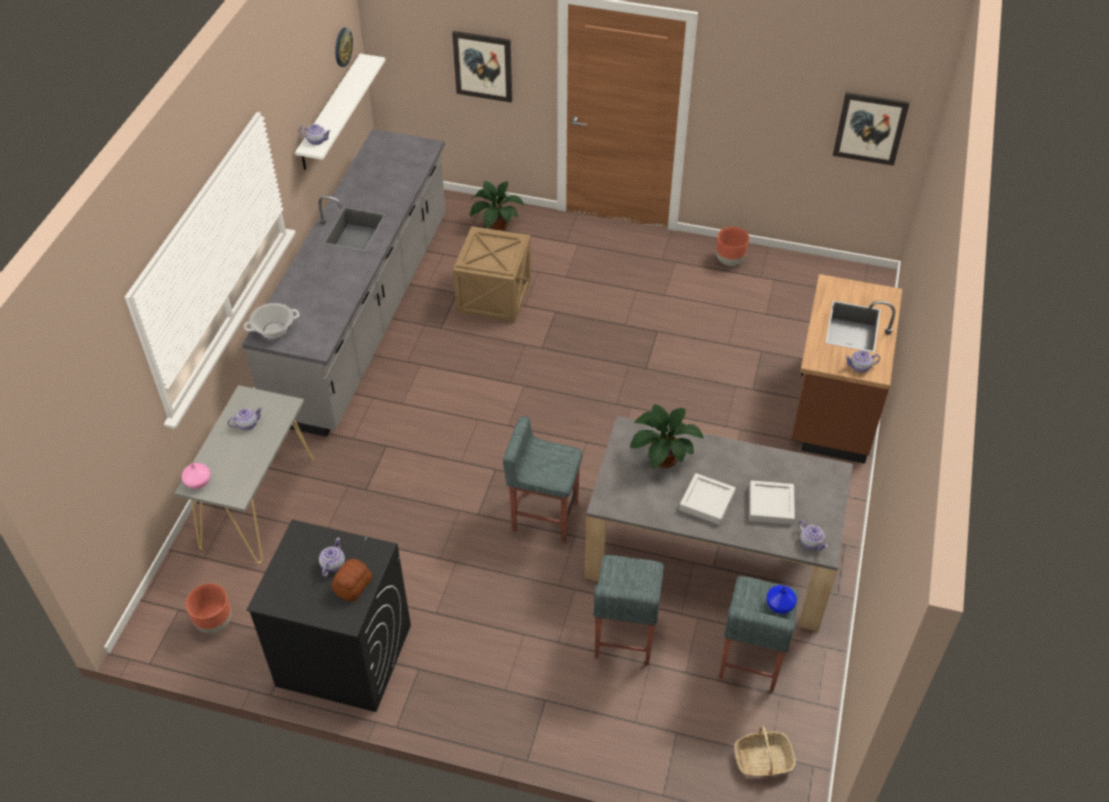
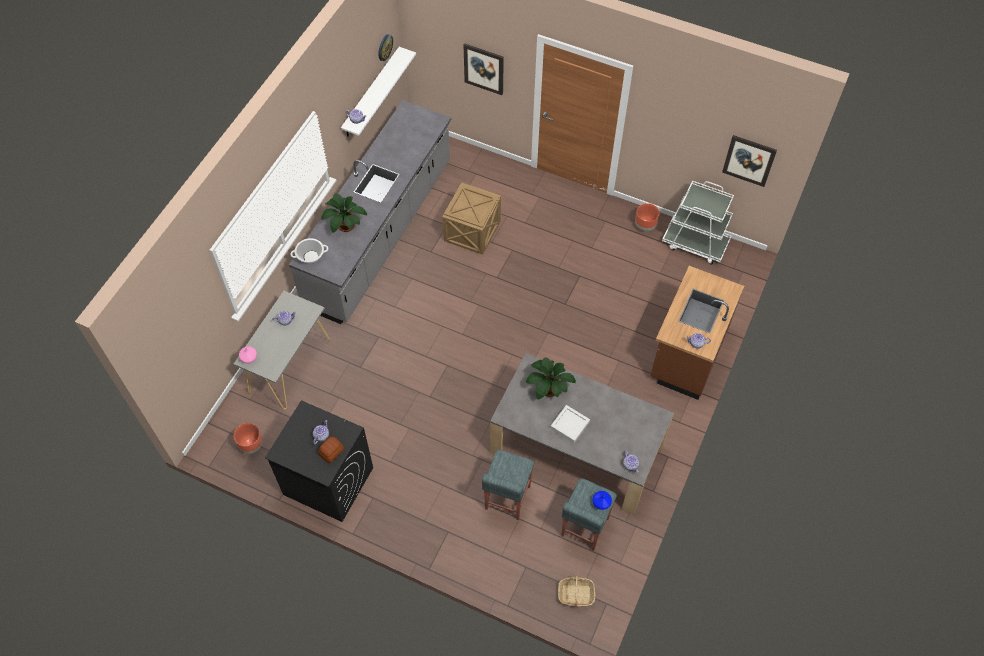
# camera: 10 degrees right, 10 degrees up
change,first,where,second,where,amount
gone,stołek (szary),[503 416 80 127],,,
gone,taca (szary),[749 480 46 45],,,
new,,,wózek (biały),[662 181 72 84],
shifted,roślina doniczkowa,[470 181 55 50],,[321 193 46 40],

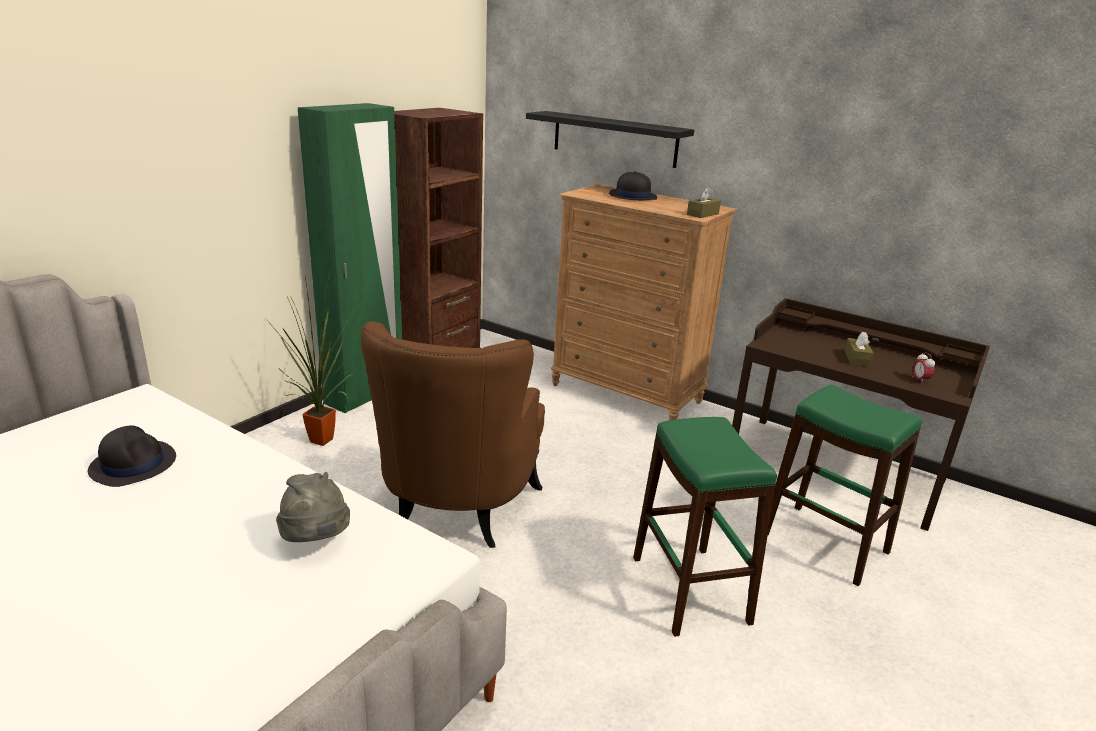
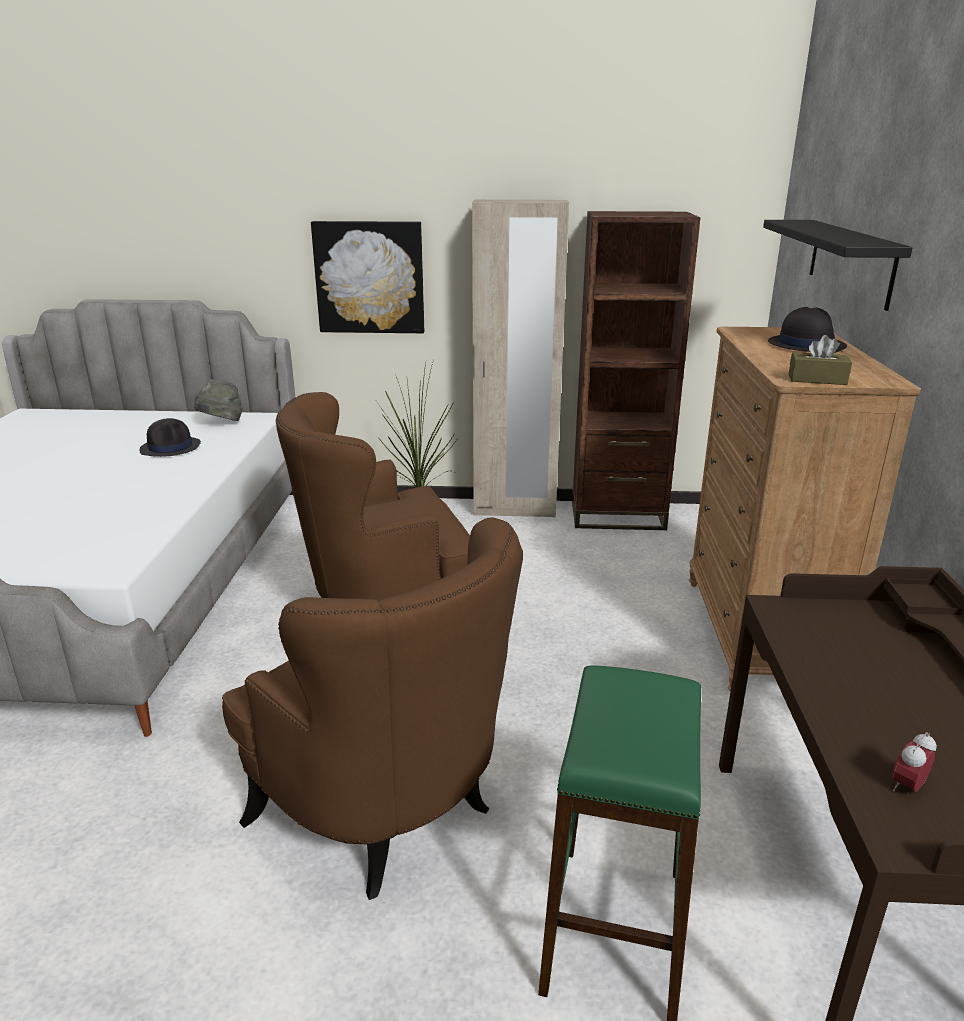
# camera: 60 degrees right, 0 degrees up
change,first,where,second,where,amount
gone,pudełko chusteczek (brązowy),[845 332 29 35],,,
new,,,obraz,[311 221 113 113],
shifted,kapelusz (szary),[276 472 74 70],,[194 379 48 42],
swapped,stołek (zielony),[633 417 144 220],fotel (brązowy),[222 517 301 383],
repainted,szafa (zielony),[298 103 104 310],szafa (beżowy),[472 200 97 318],

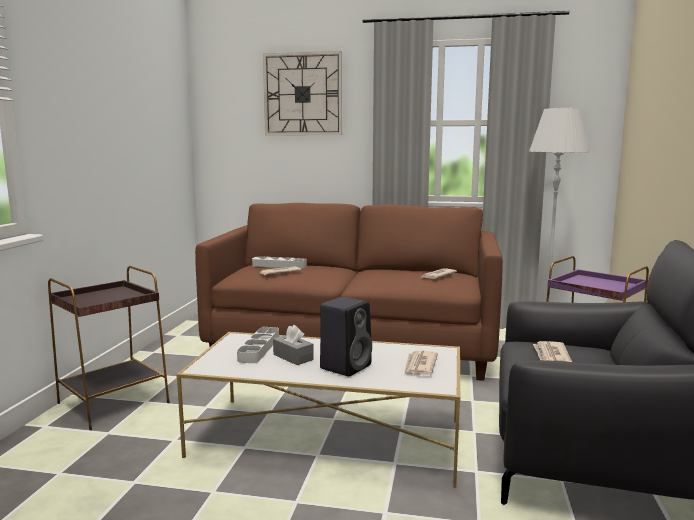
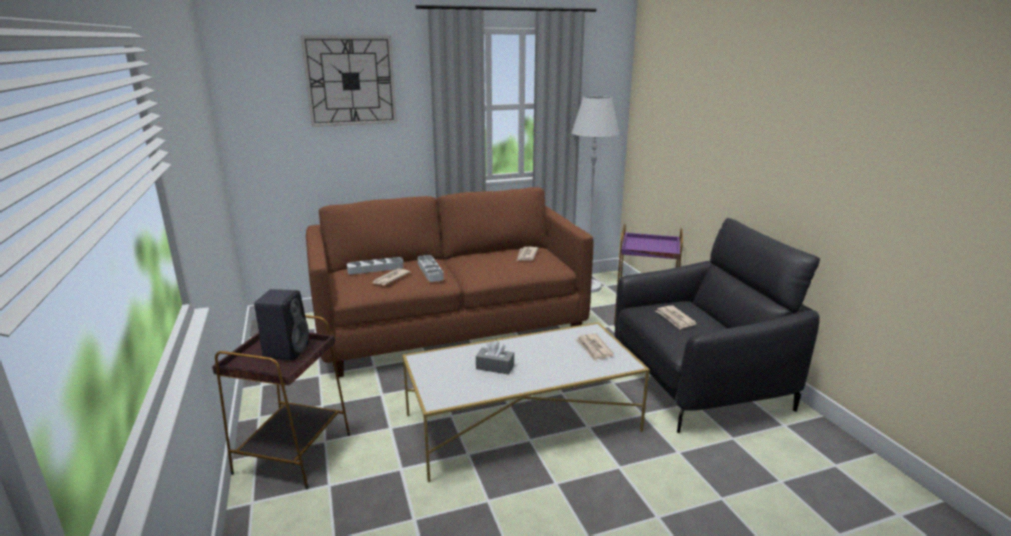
# camera: 30 degrees left, 10 degrees up
change,first,where,second,where,amount
shifted,taca (szary),[237 327 42 36],,[418 255 26 27],
shifted,głośnik (czarny),[320 297 52 80],,[254 289 55 71],

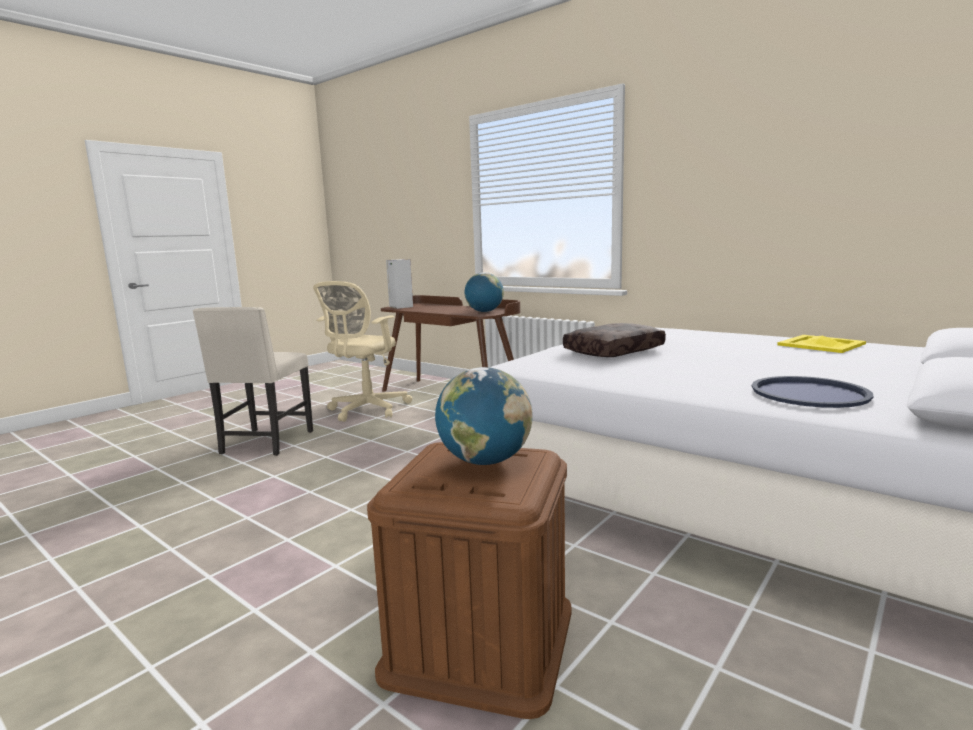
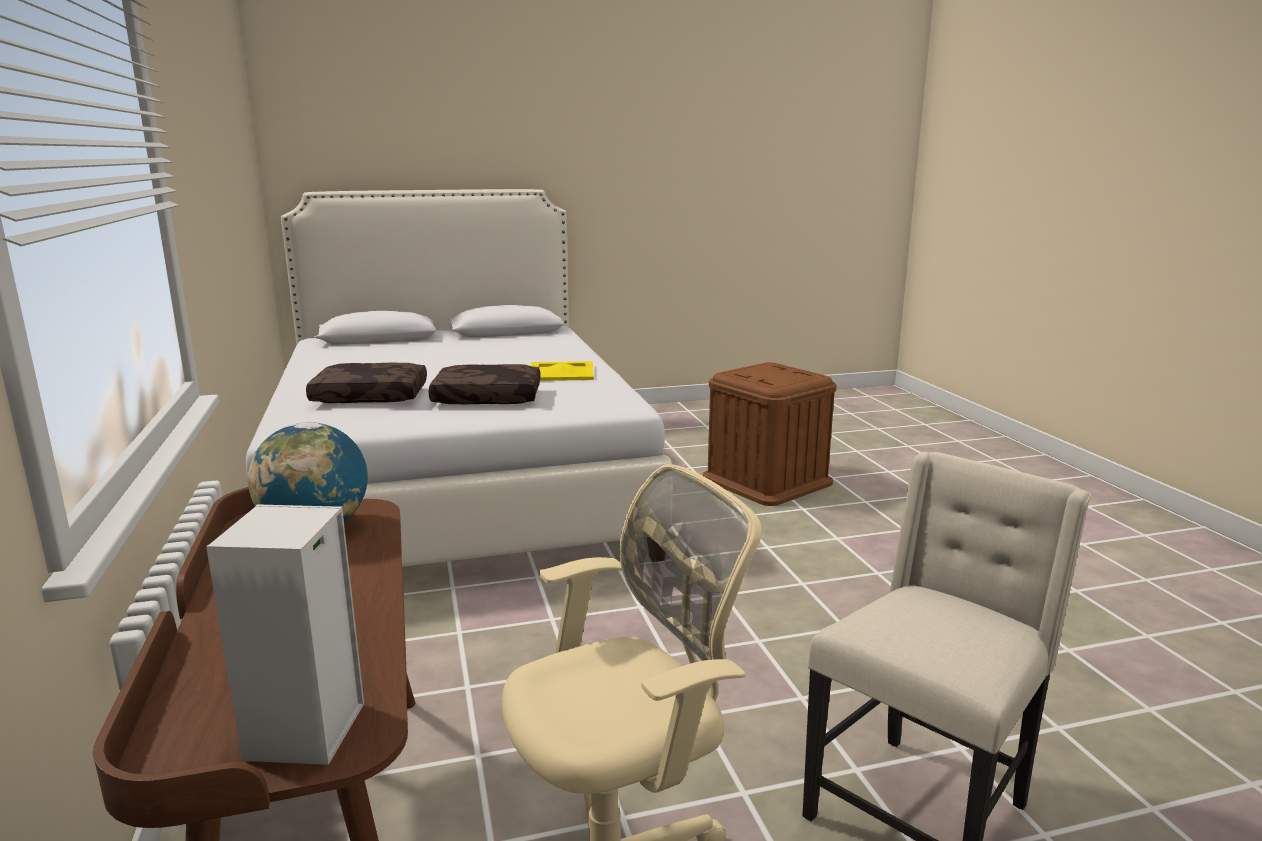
# camera: 145 degrees left, 5 degrees up
change,first,where,second,where,amount
gone,globus,[435 367 98 98],,,
gone,taca (niebieski),[752 376 121 32],,,
new,,,poduszka (brązowy),[306 363 121 40],
shifted,taca (żółty),[777 335 89 18],,[531 361 63 20],

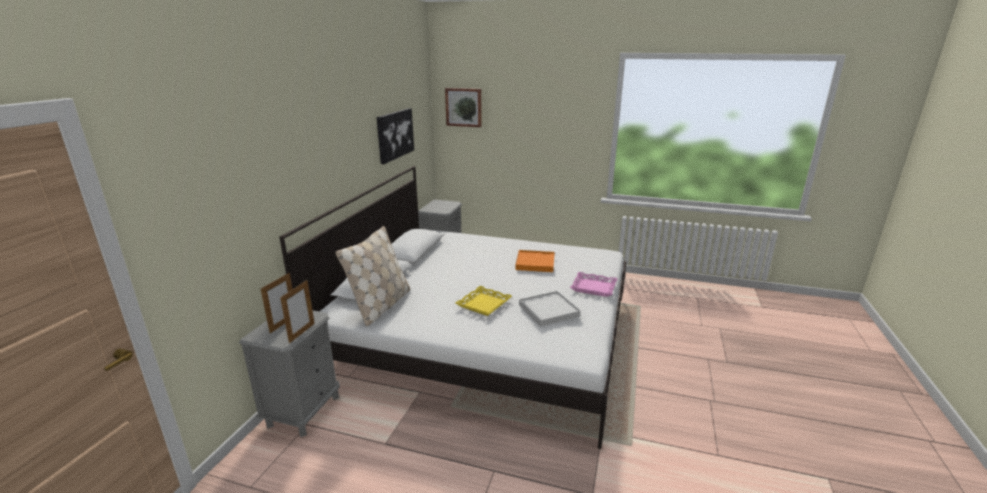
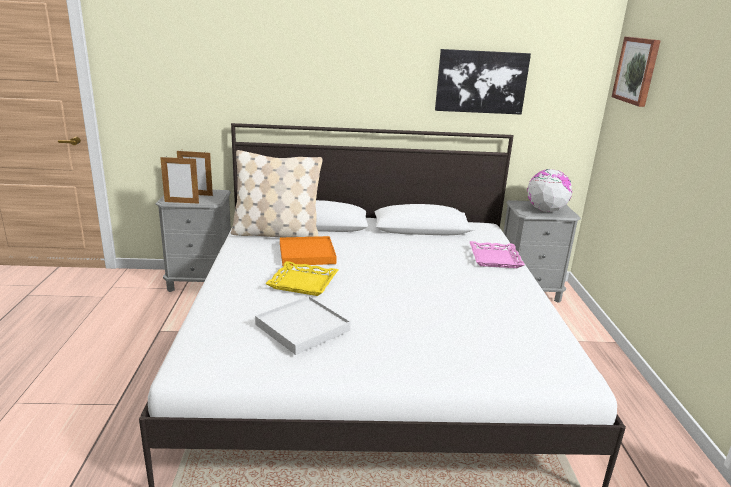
# camera: 70 degrees right, 0 degrees up
change,first,where,second,where,amount
new,,,globus,[527 169 45 43],
shifted,taca (pomarańczowy),[515 250 40 22],,[280 236 57 30],
shifted,taca (różowy),[570 272 48 25],,[470 241 55 27],

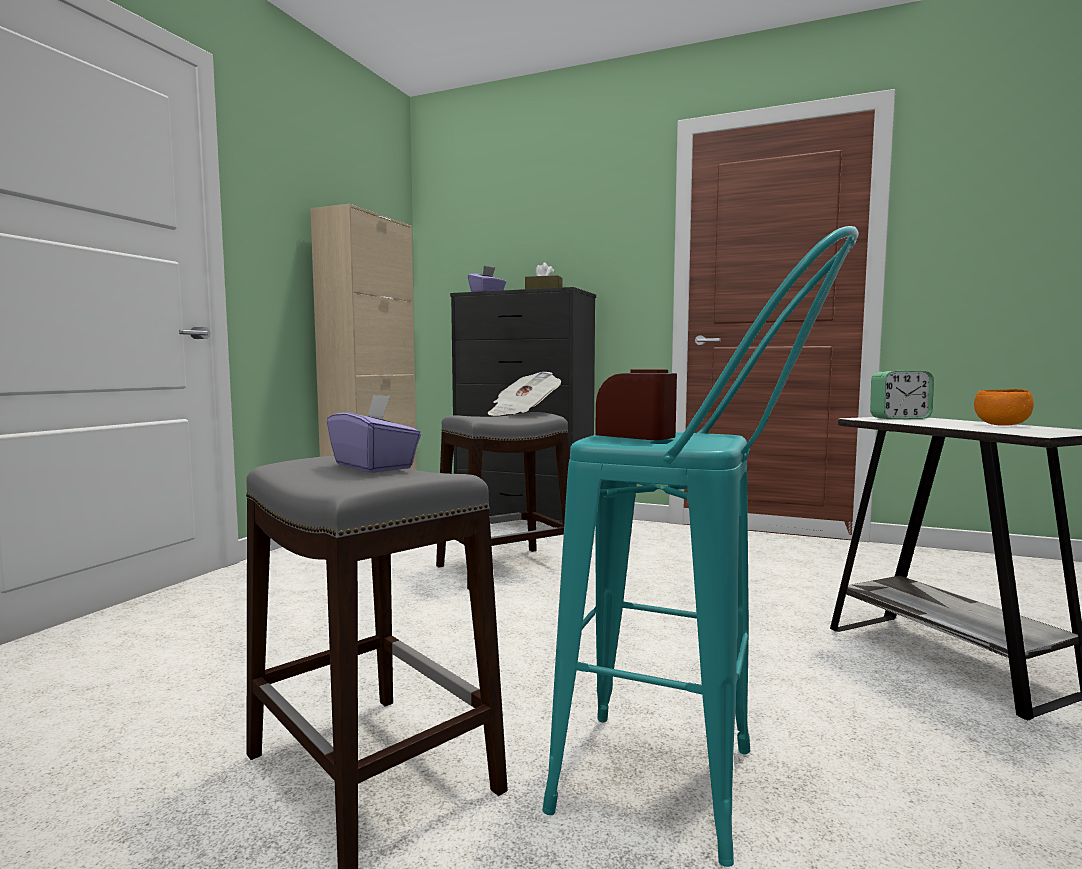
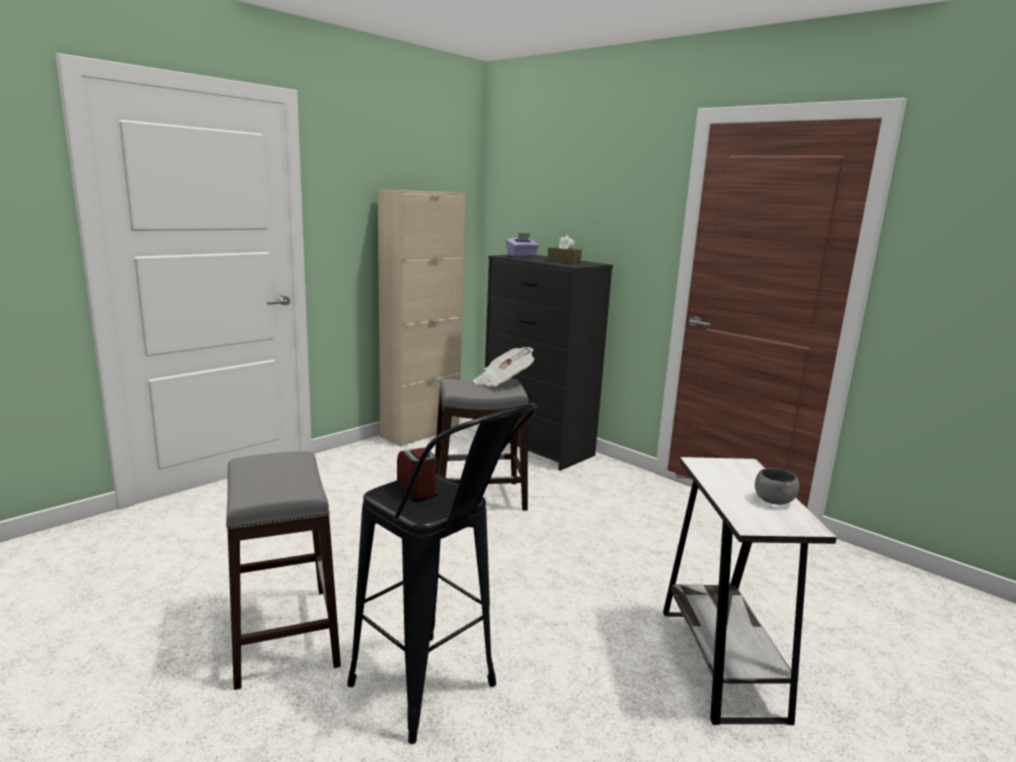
# camera: 20 degrees right, 10 degrees up
change,first,where,second,where,amount
gone,pudełko chusteczek (fioletowy),[327 395 94 78],,,
gone,budzik,[870 370 64 50],,,
repainted,stołek (turkusowy),[542 226 317 641],stołek (czarny),[347 403 190 341],
repainted,miska (pomarańczowy),[974 389 60 37],miska (szary),[755 468 44 37],

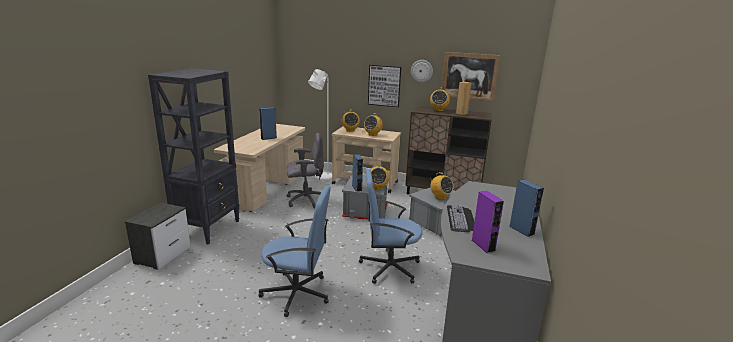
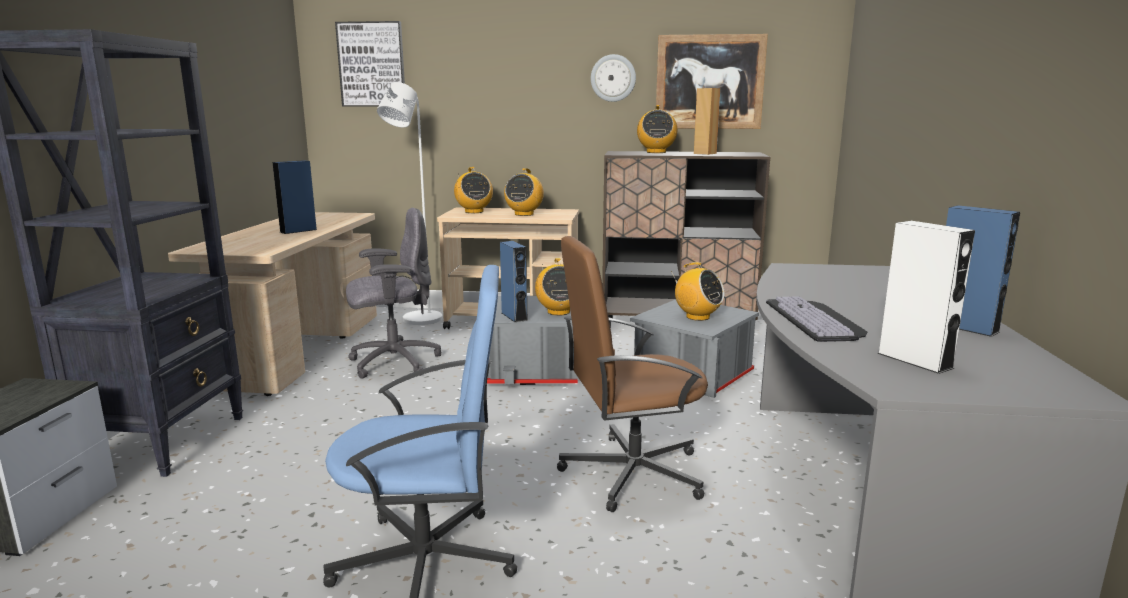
# camera: 10 degrees left, 5 degrees down
change,first,where,second,where,amount
shifted,obraz,[368 65 33 42],,[335 21 70 85],
repainted,krzesło biurowe (niebieski),[359 169 64 115],krzesło biurowe (brązowy),[557 236 151 276],
repainted,głośnik (fioletowy),[472 191 32 62],głośnik (biały),[877 221 98 153],

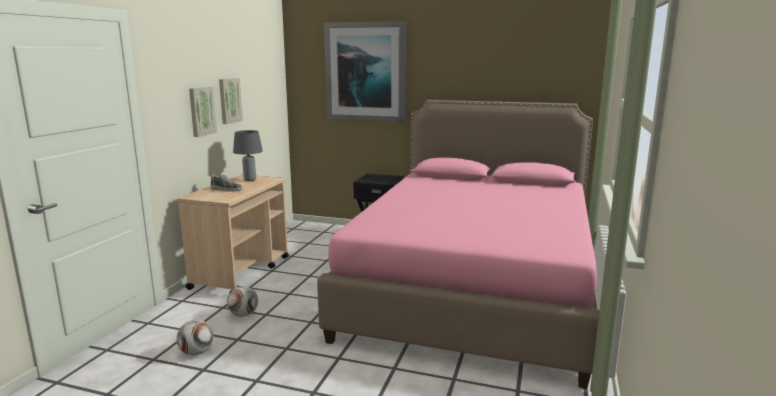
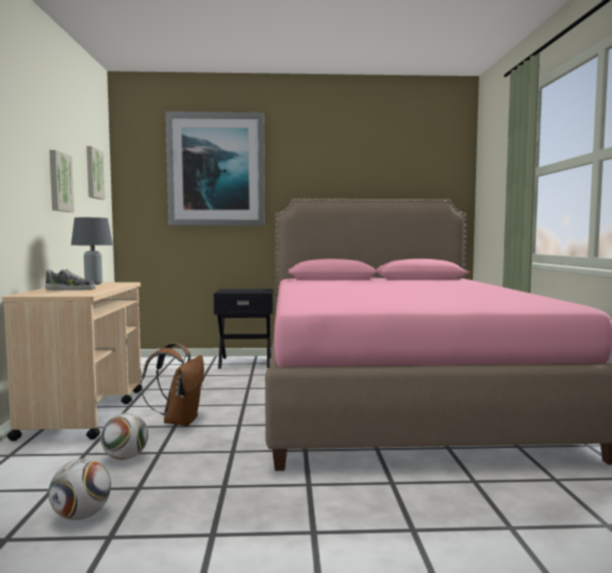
# camera: 20 degrees left, 10 degrees down
change,first,where,second,where,amount
new,,,plecak (brązowy),[141 343 63 83],
shifted,obraz,[189 87 28 50],,[87 146 18 54],

